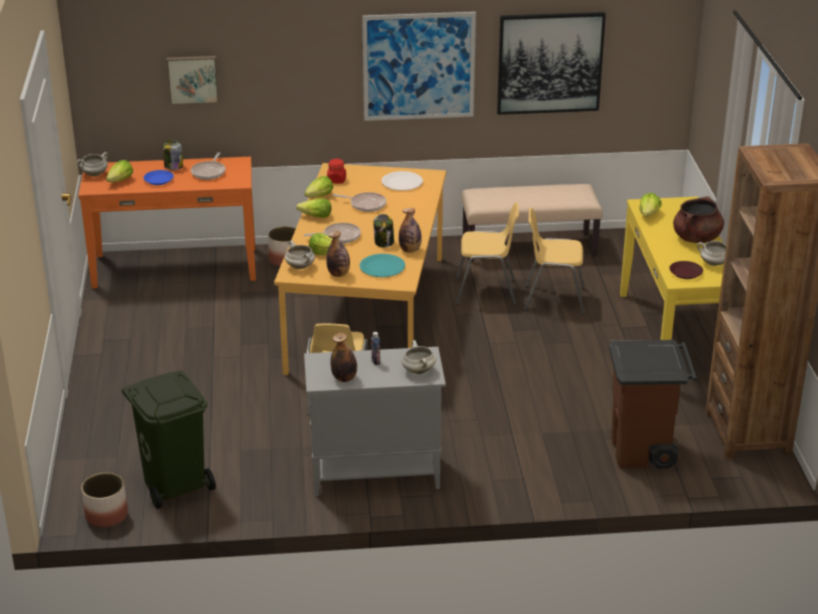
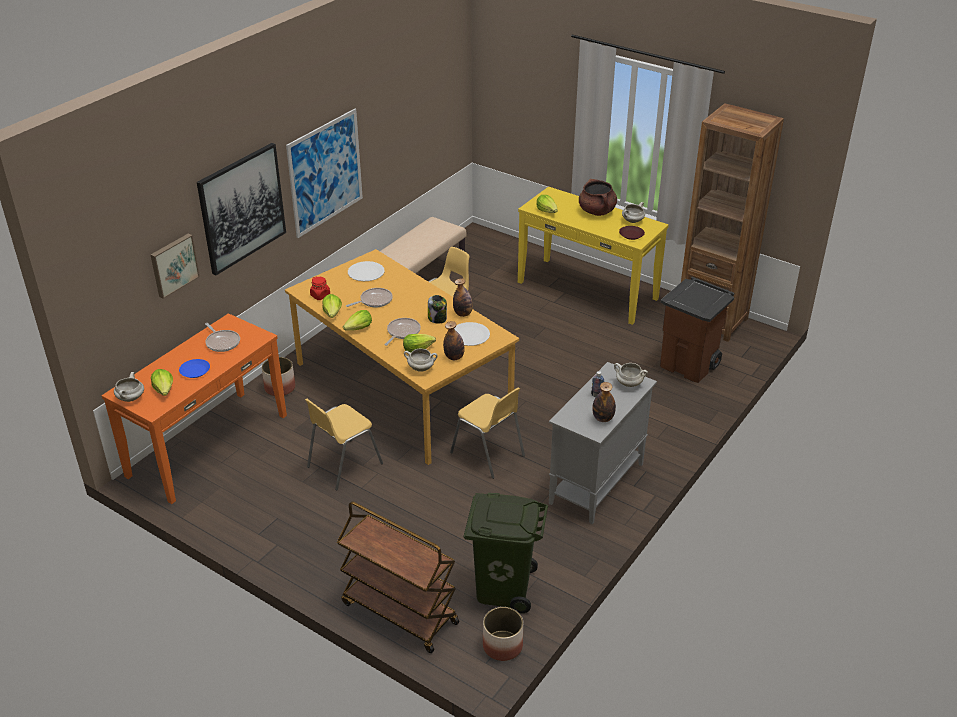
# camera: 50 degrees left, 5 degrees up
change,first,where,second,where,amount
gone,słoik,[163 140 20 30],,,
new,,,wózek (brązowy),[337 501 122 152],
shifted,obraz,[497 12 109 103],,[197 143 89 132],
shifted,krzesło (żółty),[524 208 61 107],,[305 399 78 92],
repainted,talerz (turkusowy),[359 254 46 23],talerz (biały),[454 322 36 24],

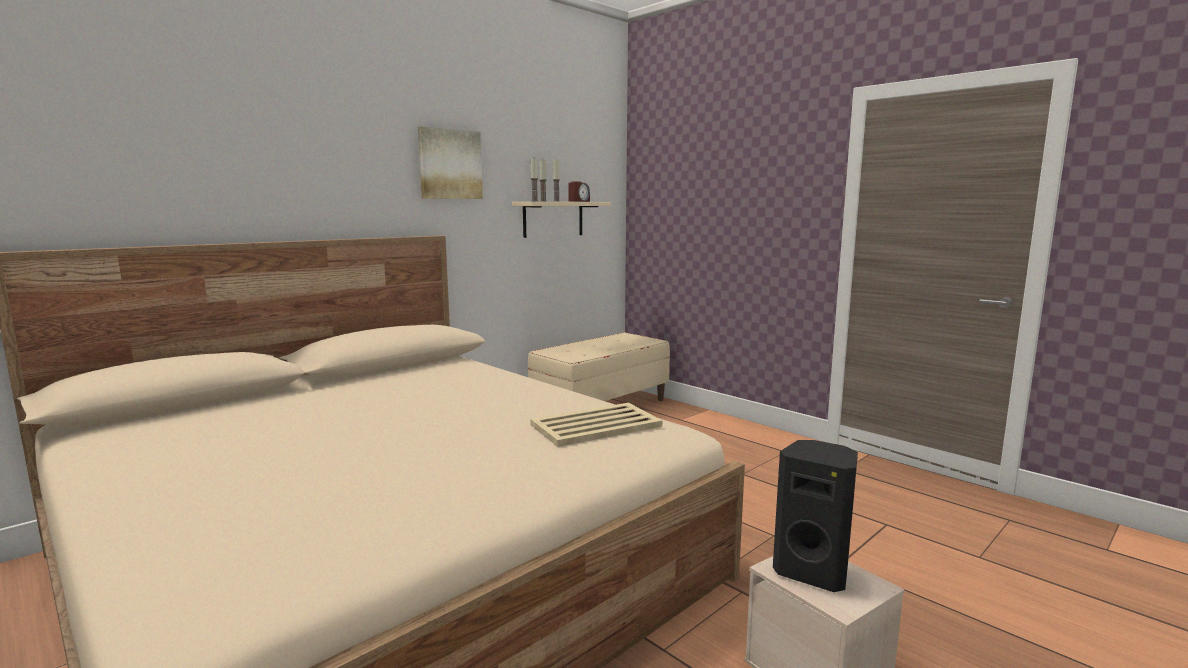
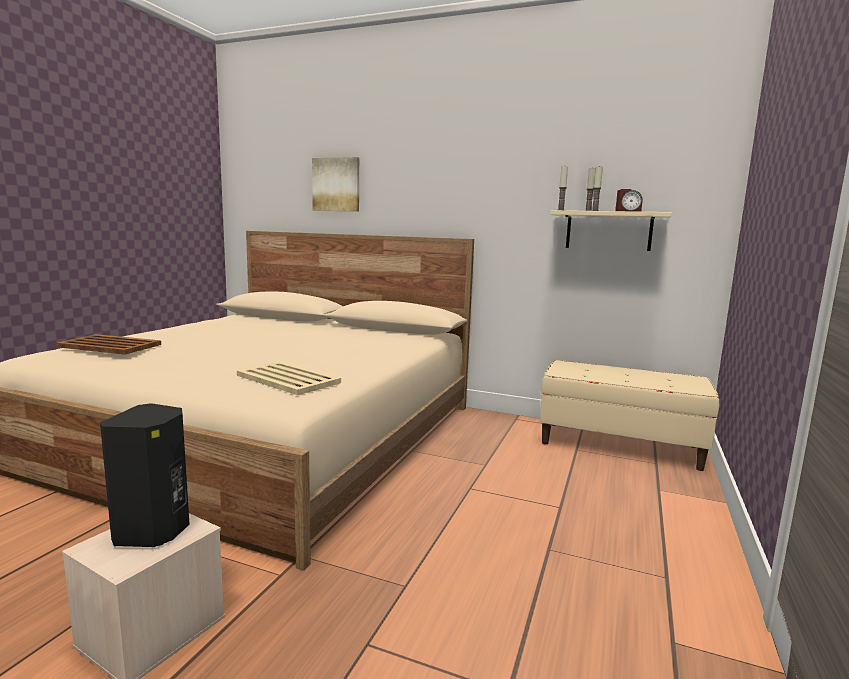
# camera: 65 degrees right, 0 degrees up
change,first,where,second,where,amount
new,,,taca (brązowy),[56 334 105 21],
shifted,obraz,[418 126 65 73],,[312 157 47 55],

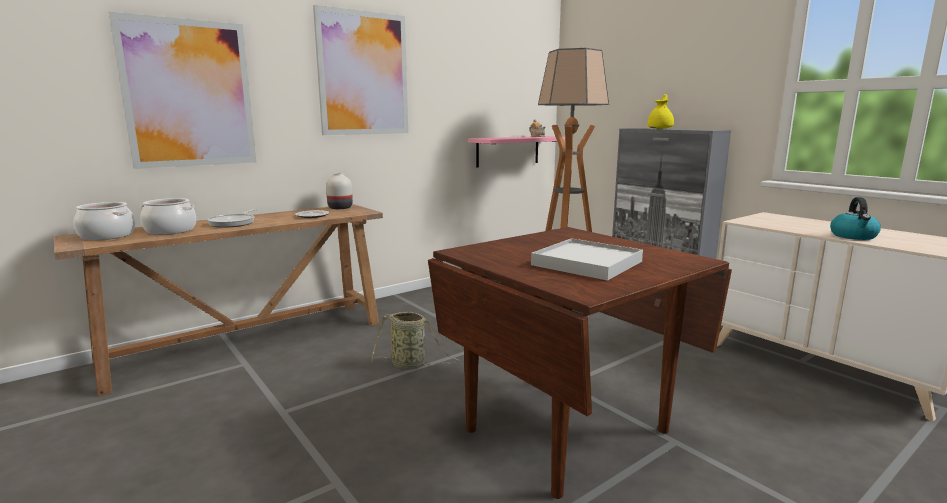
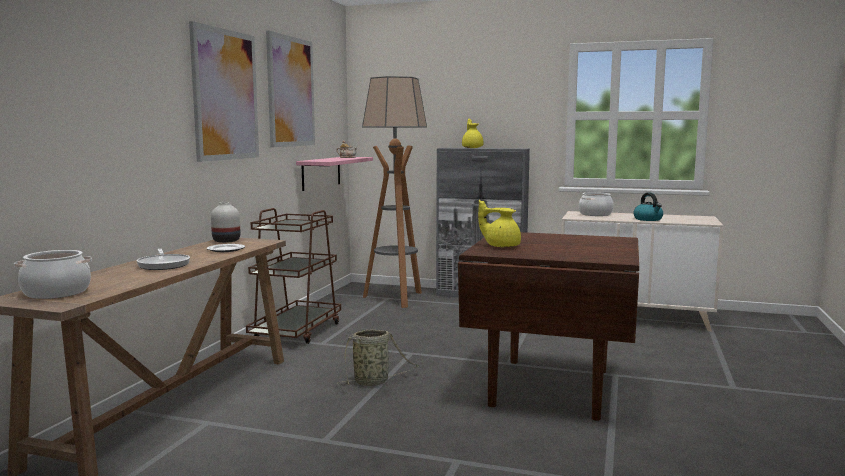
# camera: 35 degrees left, 5 degrees down
change,first,where,second,where,amount
gone,taca (biały),[531 238 112 43],,,
new,,,wózek (brązowy),[246 208 95 136],
new,,,imbryk (żółty),[478 200 43 48],
shifted,obraz,[109 12 147 157],,[266 31 49 116],
shifted,garnek,[140 198 56 37],,[579 192 34 24],

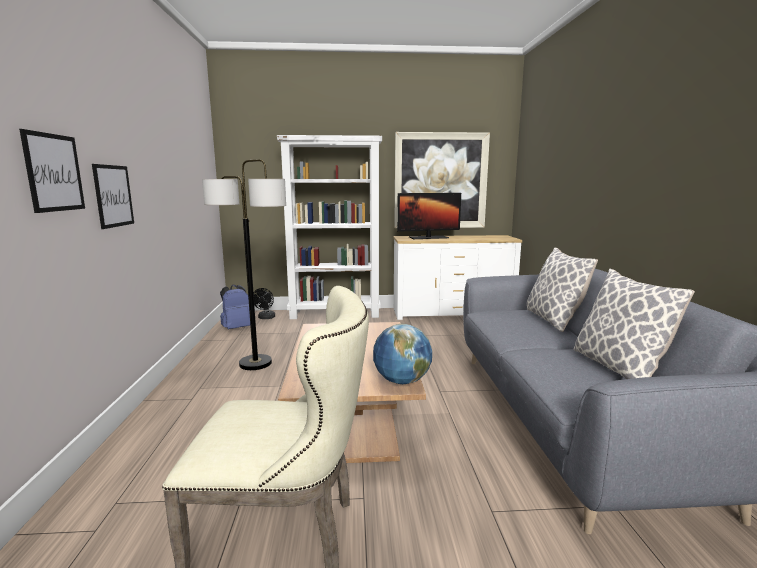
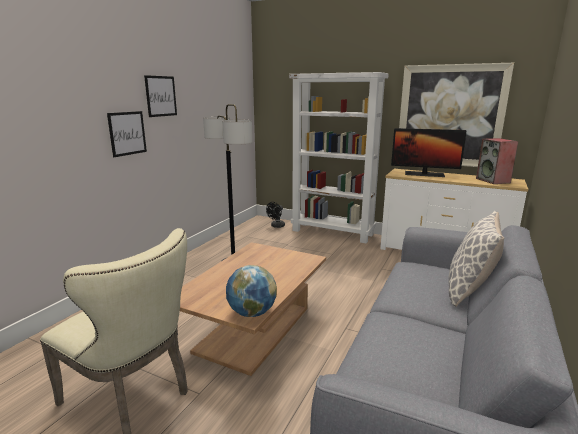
# camera: 30 degrees right, 5 degrees up
change,first,where,second,where,amount
gone,plecak (niebieski),[220 284 30 45],,,
gone,poduszka,[573 269 122 110],,,
new,,,głośnik,[476 138 42 46],
shifted,obraz,[19 129 66 84],,[144 75 33 42],

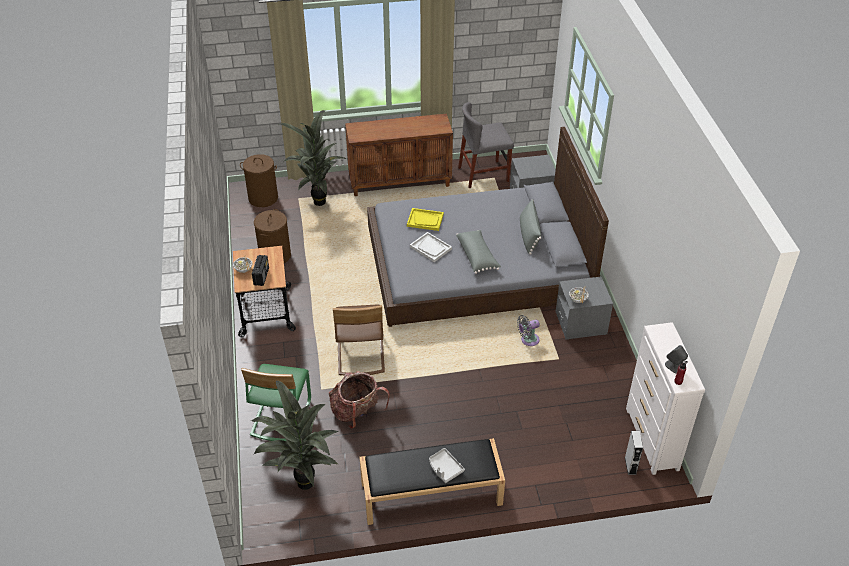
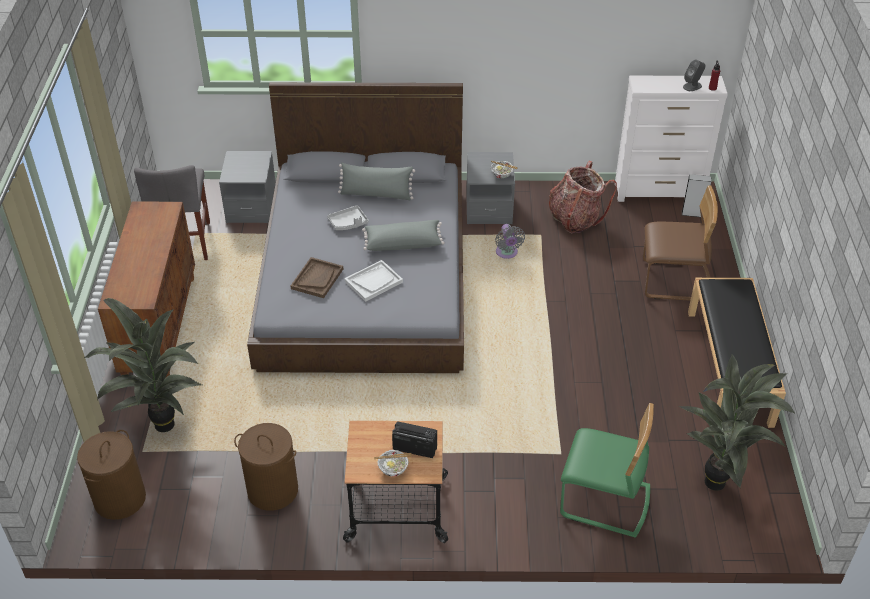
# camera: 80 degrees left, 0 degrees up
change,first,where,second,where,amount
shifted,plecak,[329 371 61 58],,[549 161 68 72],
shifted,krzesło (brązowy),[333 305 52 70],,[643 185 75 116],
shifted,taca (szary),[429 448 36 35],,[327 205 42 25],
repainted,taca (żółty),[407 208 37 23],taca (brązowy),[290 257 53 41],

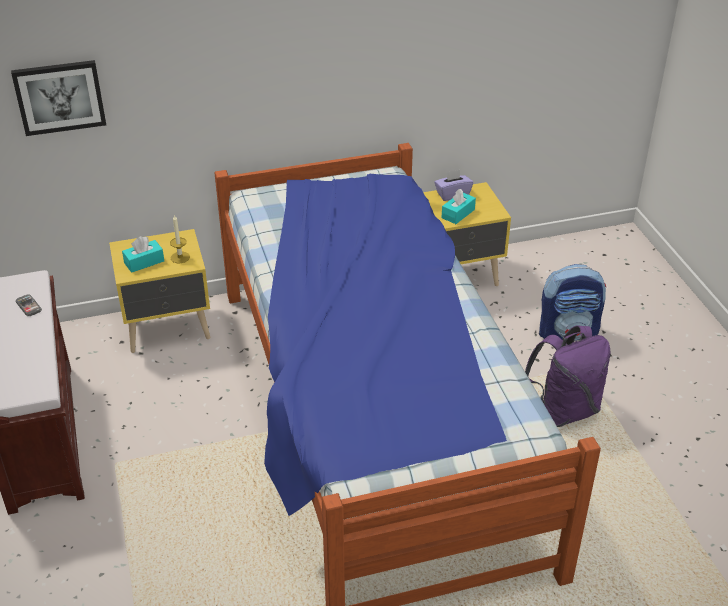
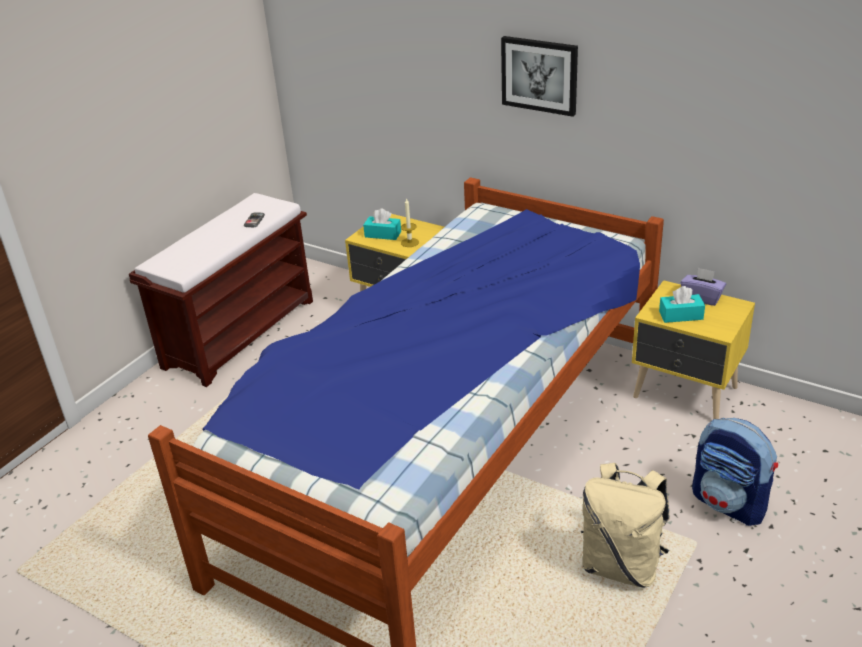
# camera: 50 degrees right, 5 degrees down
change,first,where,second,where,amount
shifted,obraz,[11 60 95 76],,[501 36 77 81],
repainted,plecak (fioletowy),[525 325 85 102],plecak (beżowy),[581 463 89 125],

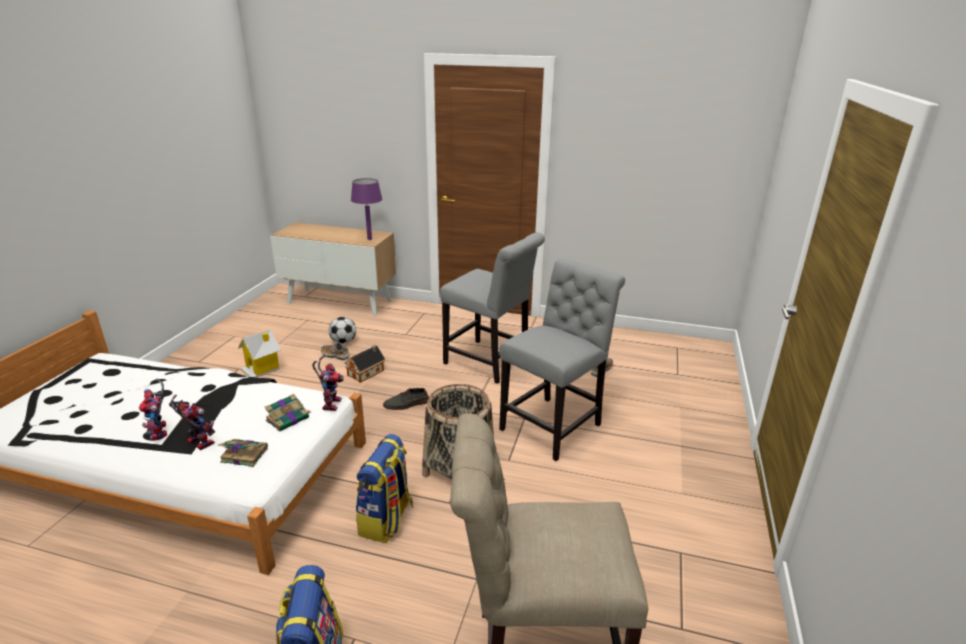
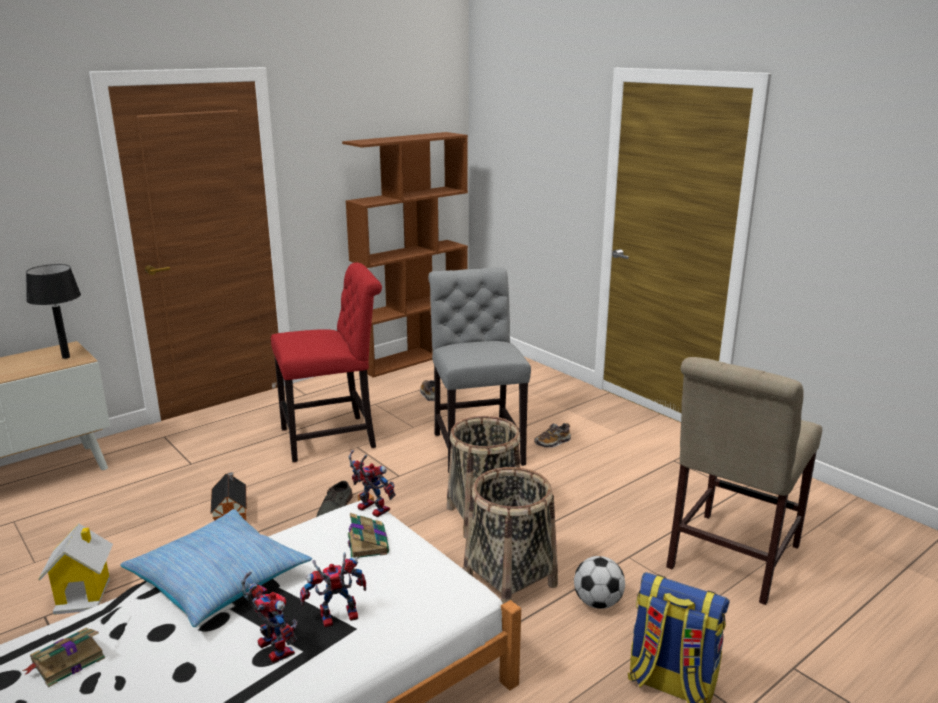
# camera: 55 degrees left, 5 degrees down
change,first,where,second,where,amount
new,,,poduszka,[120 509 192 118],
new,,,regał (brązowy),[342 132 126 246],
shifted,książka,[218 439 50 28],,[22 628 83 59],
shifted,but,[321 342 28 19],,[534 423 37 25],
shifted,piłka futbolowa,[328 317 28 27],,[574 556 51 53],
swapped,plecak,[356 434 57 109],koszyk,[463 467 95 137],
repainted,lampa stołowa (fioletowy),[351 178 32 62],lampa stołowa (czarny),[26 264 55 95],
repainted,krzesło (szary),[440 232 105 152],krzesło (czerwony),[271 262 111 200],
rotated,robot zabawkowy,[139 378 28 62],,[241 572 57 91],135 degrees counterclockwise

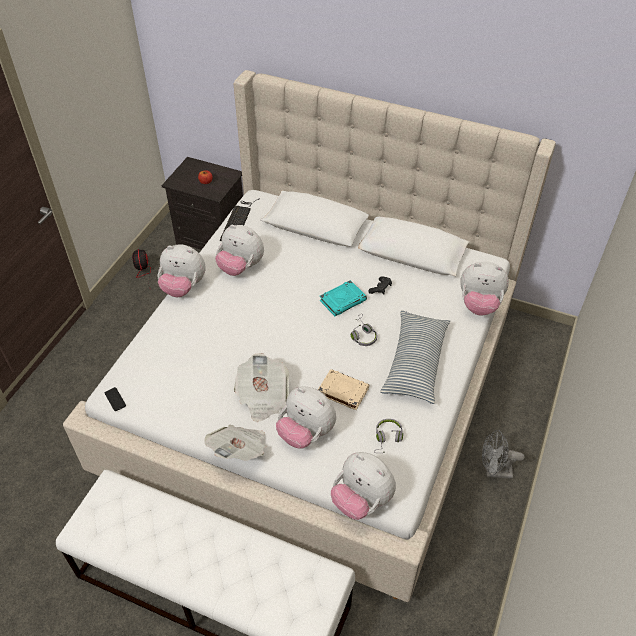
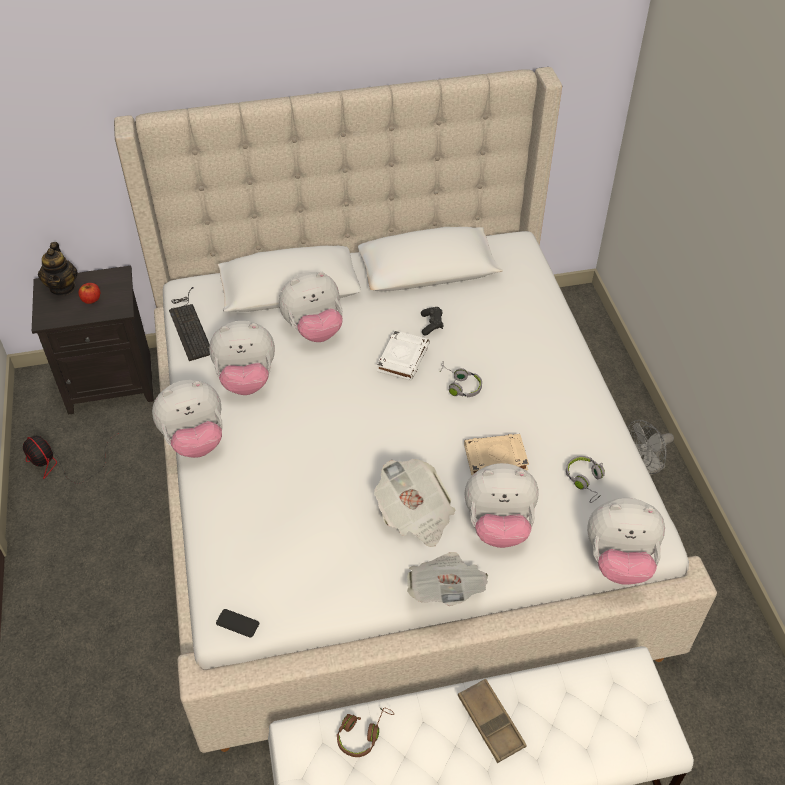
# camera: 35 degrees left, 0 degrees up
change,first,where,second,where,amount
gone,poduszka,[380 310 70 94],,,
new,,,imbryk,[38 242 40 54],
new,,,słuchawki (brązowy),[337 708 57 49],
new,,,taca (brązowy),[458 679 69 84],
shifted,pluszak,[460 261 49 55],,[279 272 64 70],
repainted,książka (turkusowy),[319 280 48 36],książka (biały),[377 330 53 51],

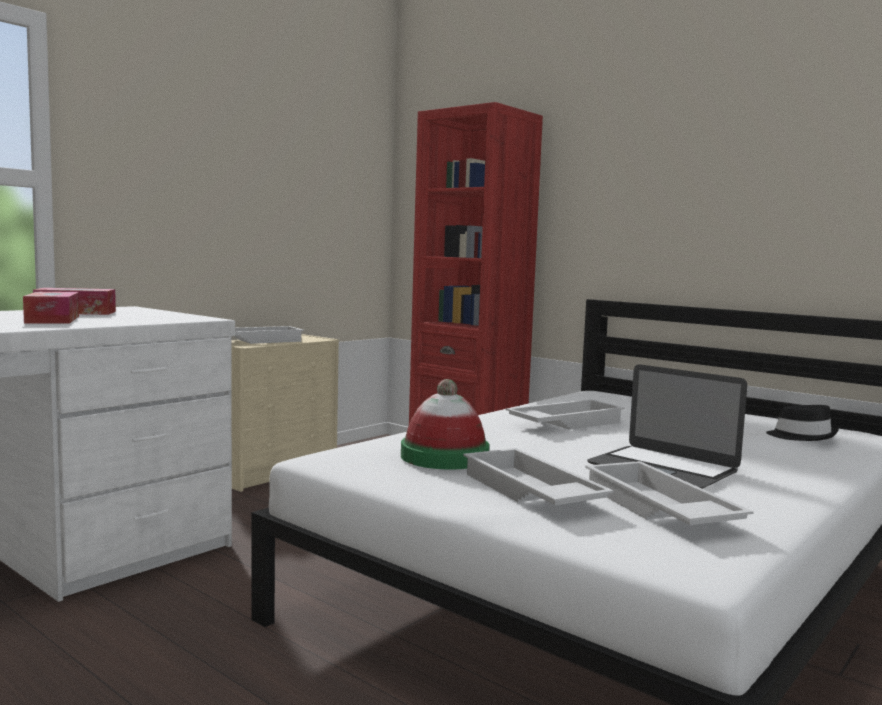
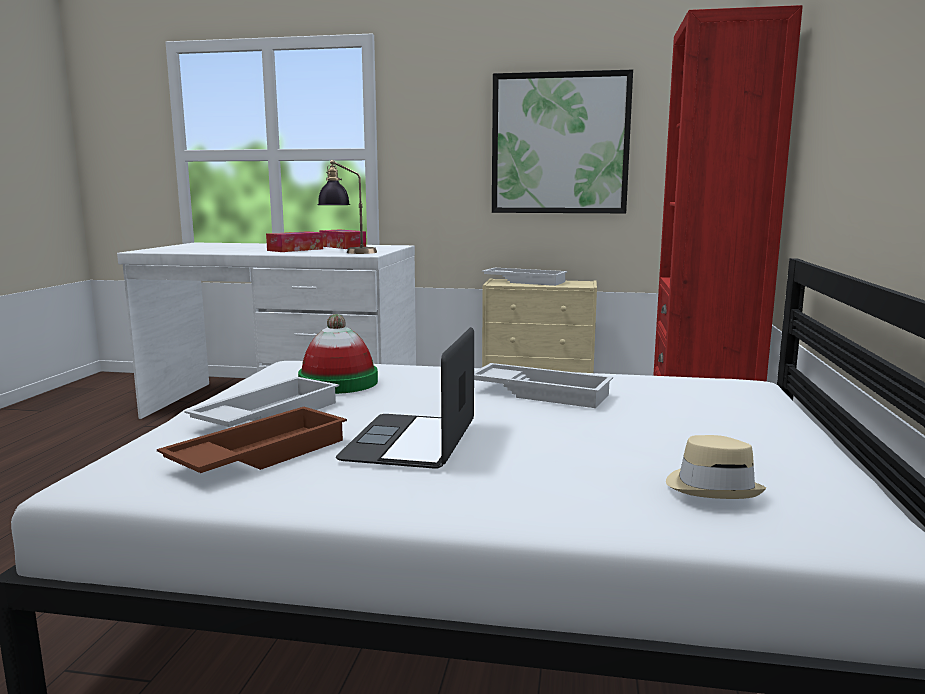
# camera: 60 degrees right, 5 degrees up
change,first,where,second,where,amount
new,,,lampa stołowa,[318 160 59 94],
new,,,obraz,[492 70 141 143],
repainted,taca (biały),[585 461 169 64],taca (brązowy),[157 407 190 66],
repainted,kapelusz (czarny),[766 405 73 36],kapelusz (beżowy),[666 435 100 64],

